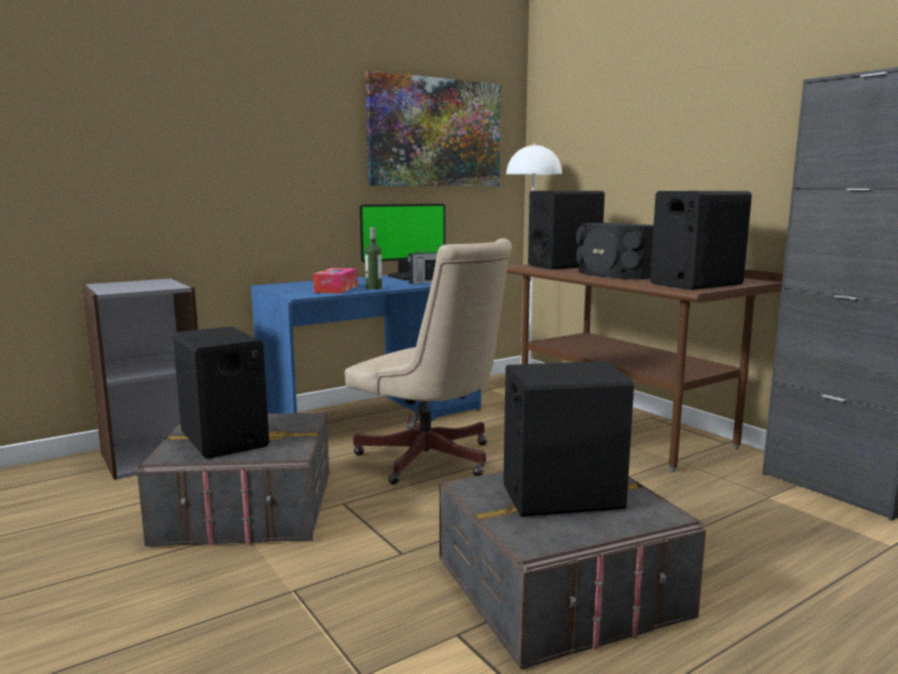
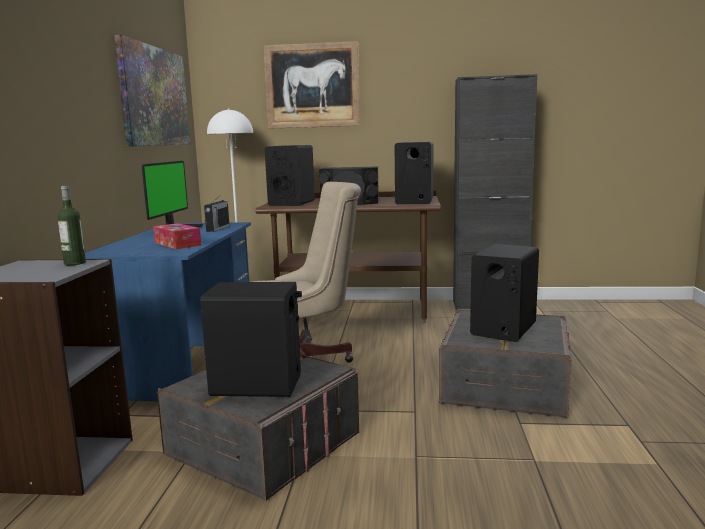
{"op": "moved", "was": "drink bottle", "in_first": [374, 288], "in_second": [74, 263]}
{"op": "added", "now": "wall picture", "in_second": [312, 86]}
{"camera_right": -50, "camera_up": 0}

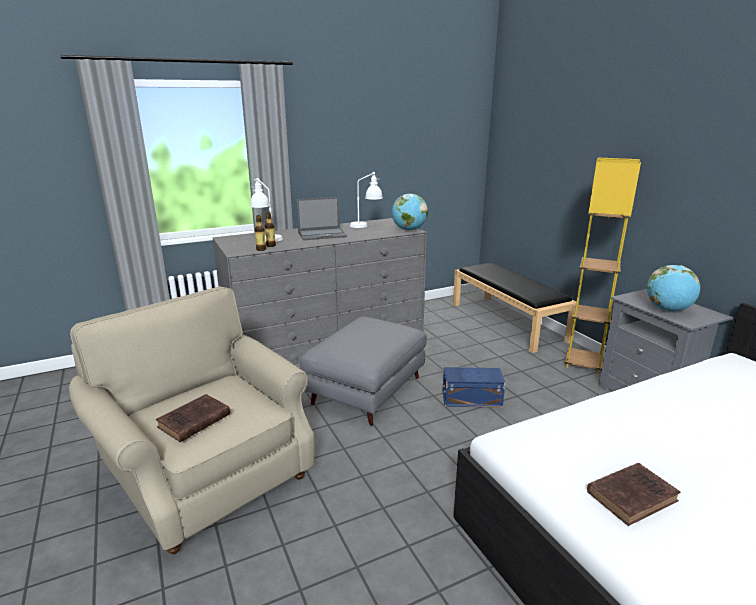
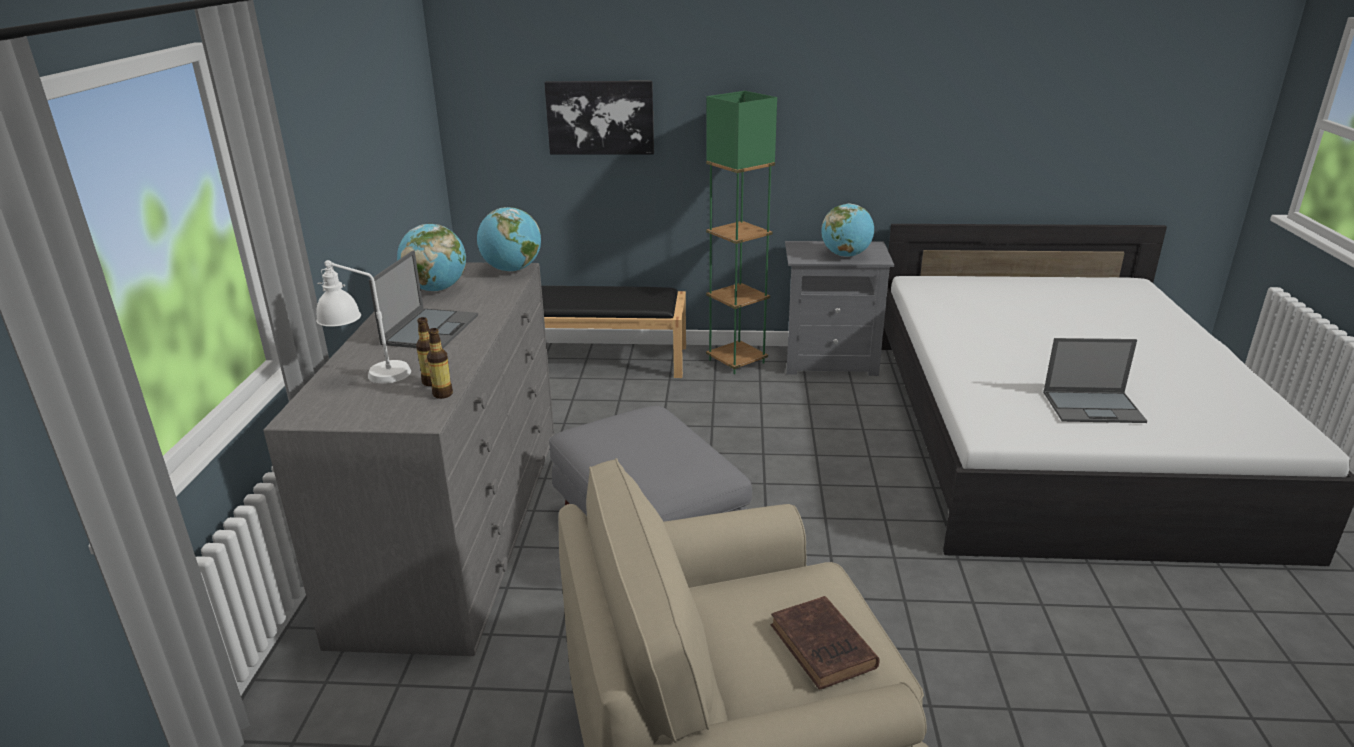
{"op": "recoloured", "was": "standing lamp in yellow-coloured", "now": "standing lamp in green", "in_first": [583, 364], "in_second": [736, 361]}
{"op": "replaced", "was": "table lamp in white-coloured", "now": "desk globe", "in_first": [366, 226], "in_second": [436, 289]}
{"op": "removed", "was": "storage container in bluish", "in_first": [470, 398]}
{"op": "replaced", "was": "bound book in brownish", "now": "notebook computer", "in_first": [633, 496], "in_second": [1094, 407]}
{"op": "added", "now": "wall picture", "in_second": [600, 117]}
{"camera_right": -60, "camera_up": 5}

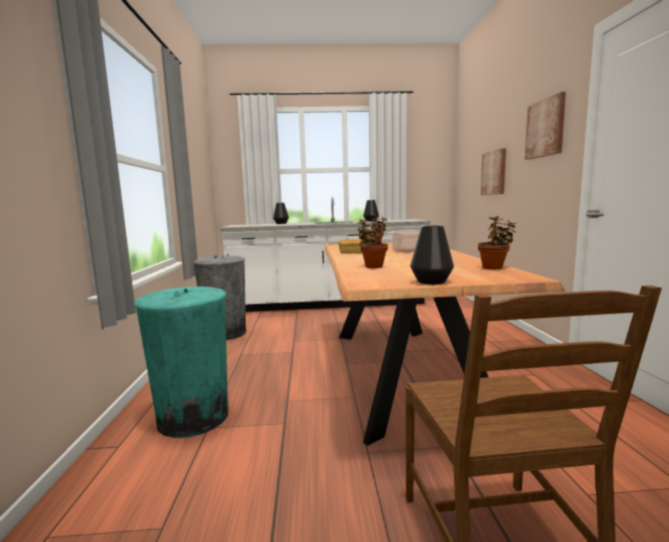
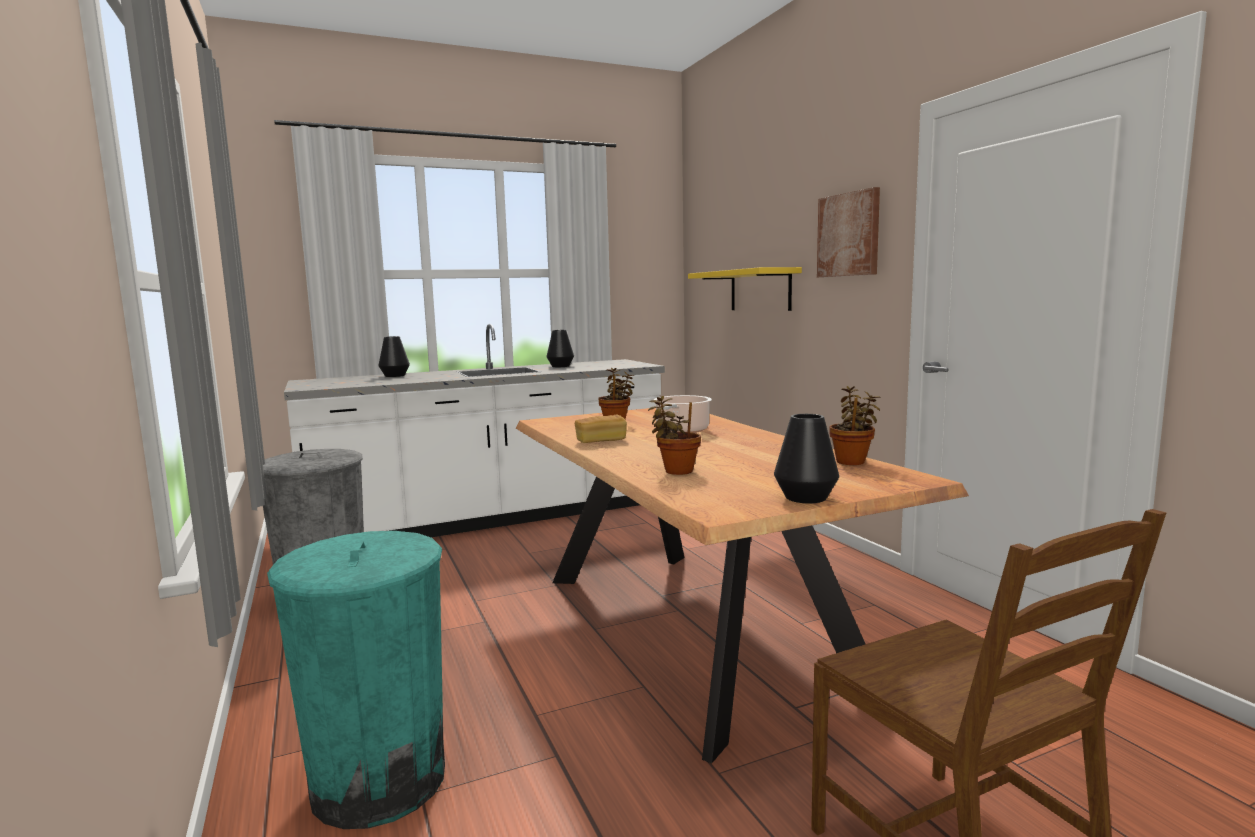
{"op": "replaced", "was": "wall picture", "now": "wall shelf in yellow-coloured", "in_first": [494, 173], "in_second": [760, 290]}
{"camera_right": -20, "camera_up": 0}

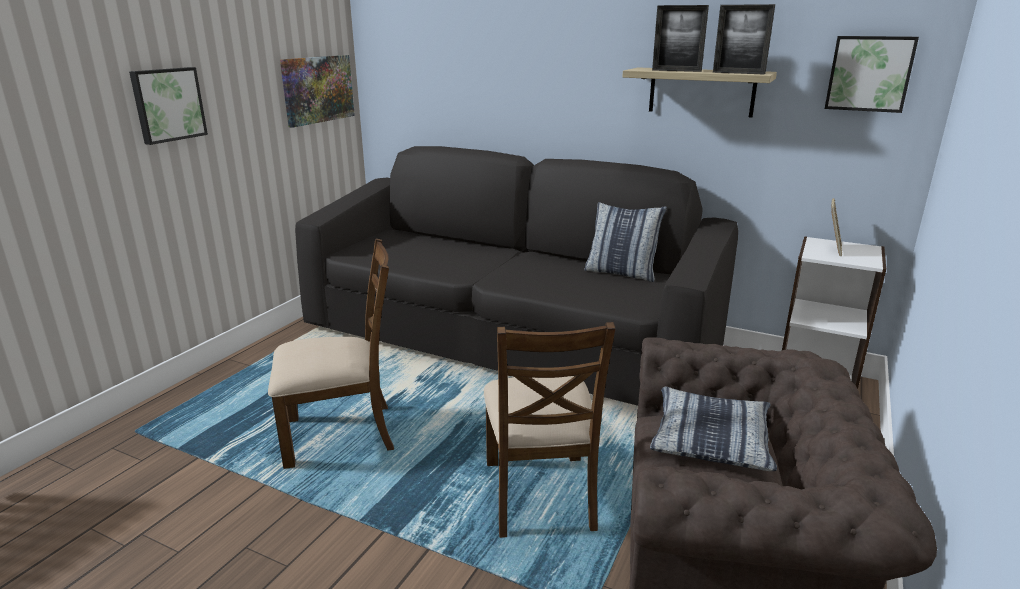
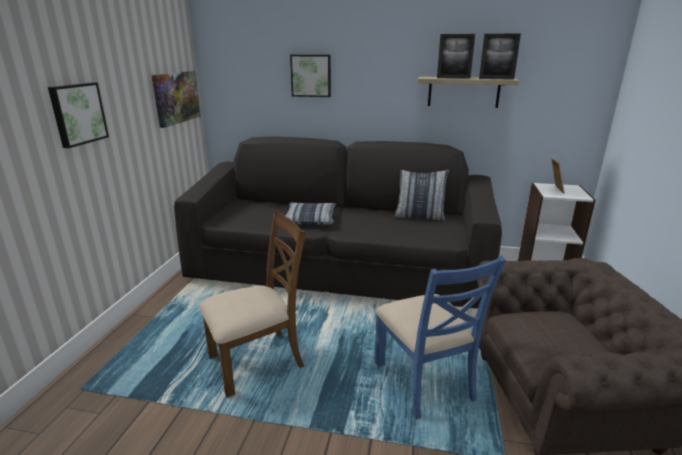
{"op": "moved", "was": "wall picture", "in_first": [869, 73], "in_second": [311, 75]}
{"op": "recoloured", "was": "upright chair in brownish", "now": "upright chair in bluish", "in_first": [540, 495], "in_second": [424, 381]}
{"op": "moved", "was": "pillow", "in_first": [711, 439], "in_second": [310, 219]}
{"camera_right": -15, "camera_up": 0}

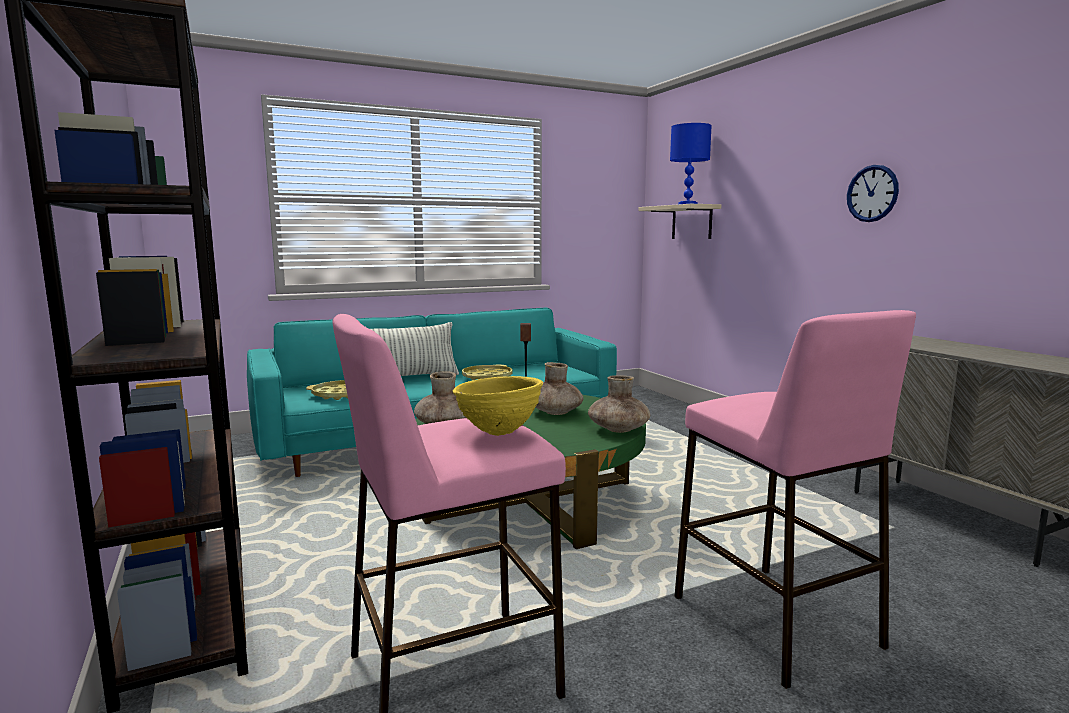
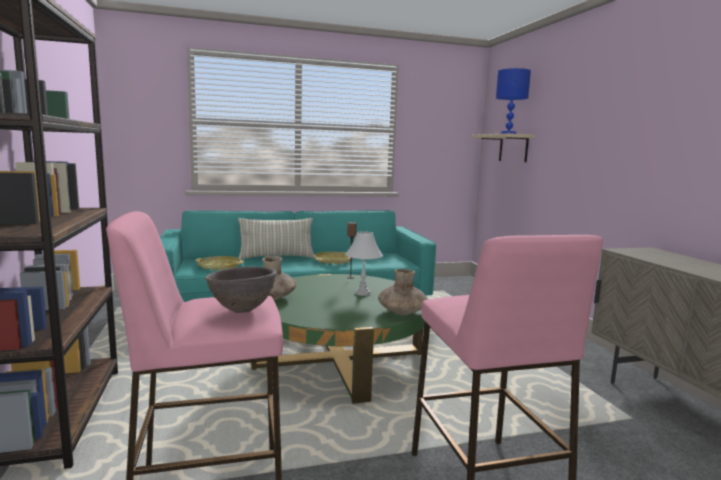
{"op": "removed", "was": "wall clock", "in_first": [872, 193]}
{"op": "replaced", "was": "decorative vase in brownish", "now": "table lamp in white-coloured", "in_first": [555, 412], "in_second": [363, 293]}
{"op": "recoloured", "was": "serving bowl in yellow-coloured", "now": "serving bowl in brownish", "in_first": [498, 433], "in_second": [242, 310]}
{"camera_right": 10, "camera_up": 0}

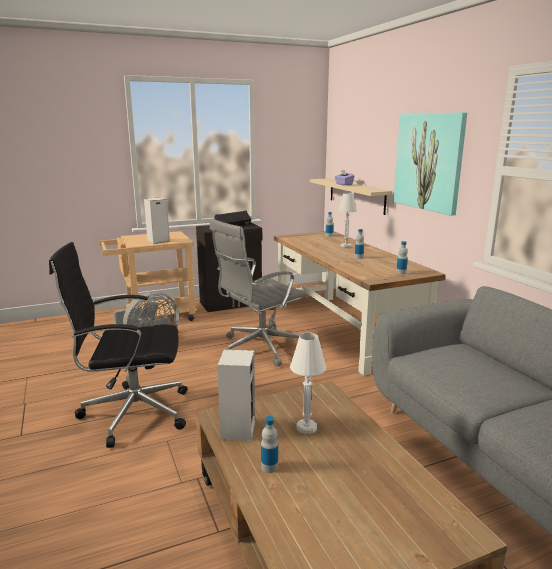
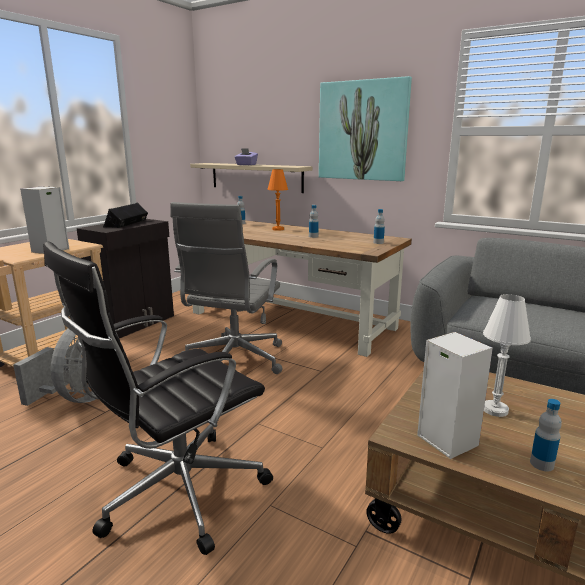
{"op": "recoloured", "was": "table lamp in white-coloured", "now": "table lamp in orange-coloured", "in_first": [345, 246], "in_second": [278, 229]}
{"camera_right": -35, "camera_up": 0}

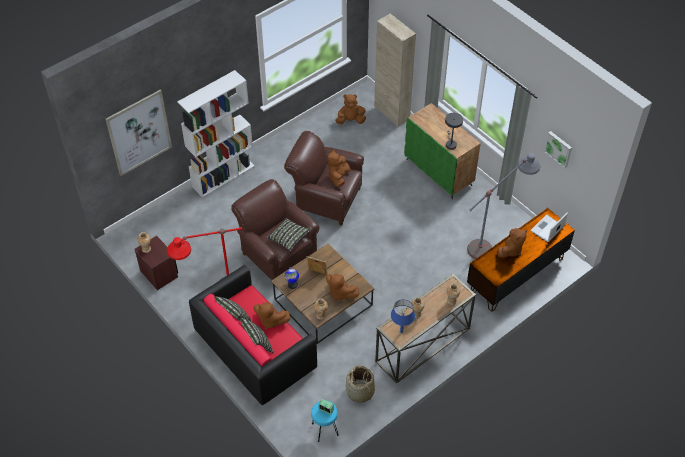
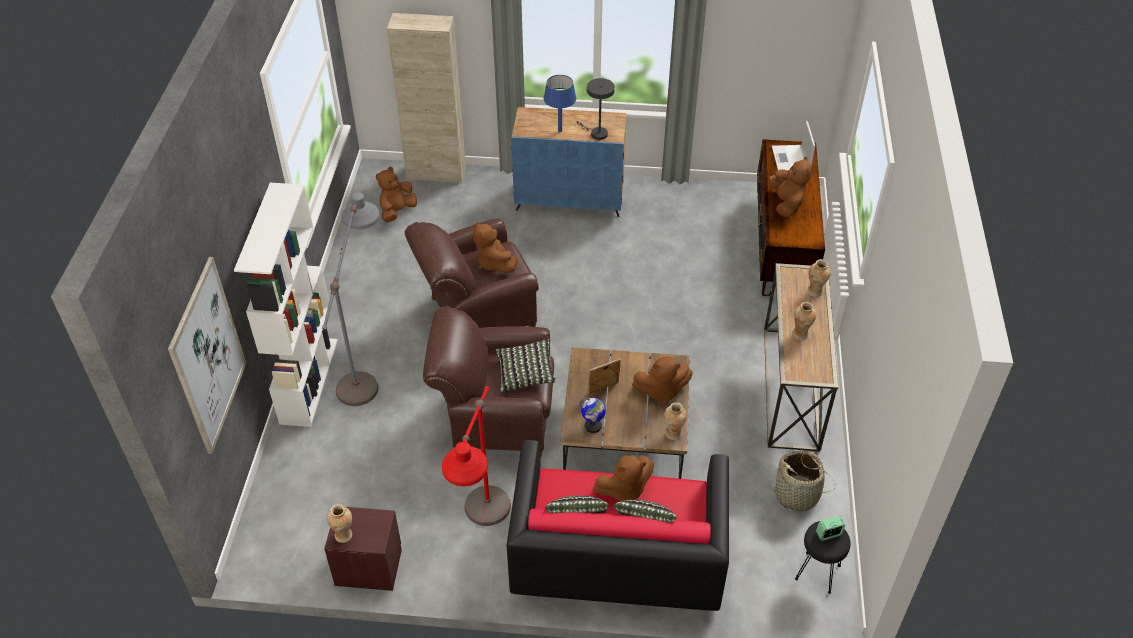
{"op": "recoloured", "was": "cupboard in green", "now": "cupboard in bluish", "in_first": [439, 172], "in_second": [570, 199]}
{"op": "removed", "was": "wall picture", "in_first": [559, 148]}
{"op": "moved", "was": "standing lamp in grey", "in_first": [494, 242], "in_second": [367, 367]}
{"op": "moved", "was": "table lamp in bluish", "in_first": [401, 331], "in_second": [560, 131]}
{"op": "recoloured", "was": "stool seat in blue-green", "now": "stool seat in black-coloured", "in_first": [324, 429], "in_second": [817, 573]}
{"camera_right": -45, "camera_up": -5}

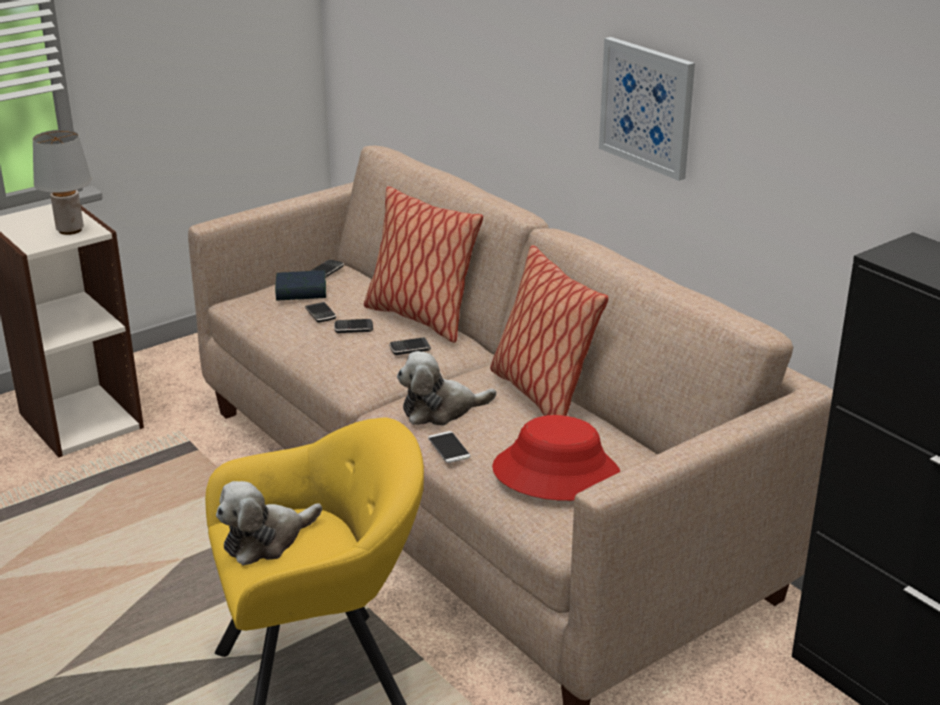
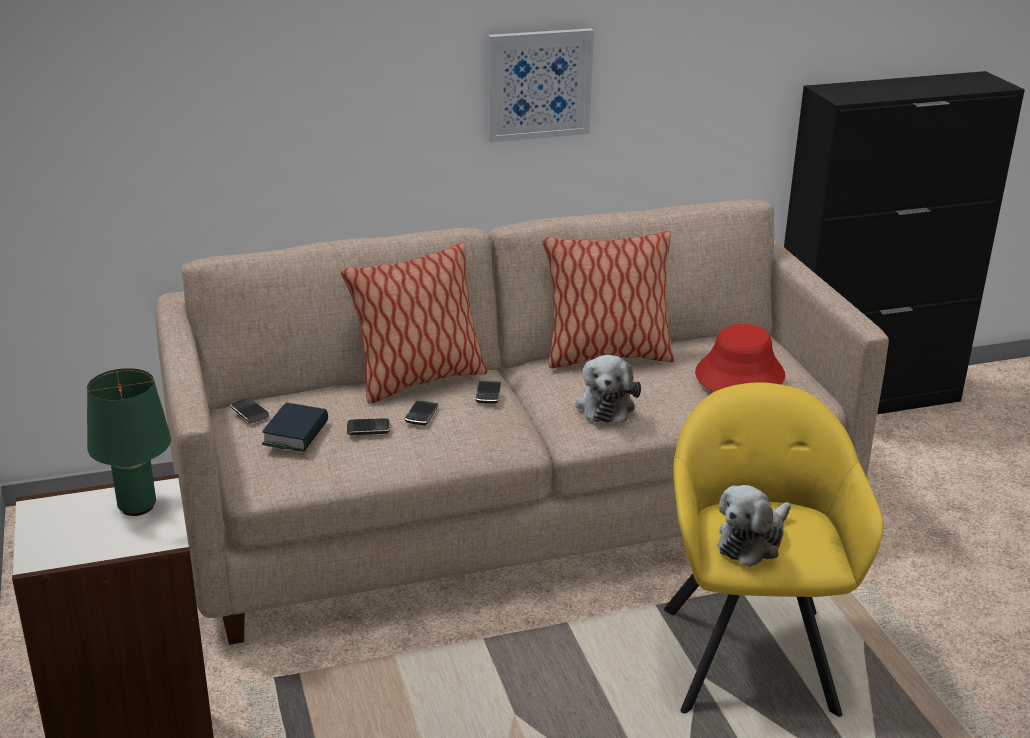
{"op": "recoloured", "was": "table lamp in grey", "now": "table lamp in green", "in_first": [71, 230], "in_second": [137, 506]}
{"op": "removed", "was": "phone", "in_first": [449, 447]}
{"op": "turned", "was": "soft toy", "in_first": [266, 540], "in_second": [752, 541], "clockwise": 60}
{"camera_right": -70, "camera_up": 0}

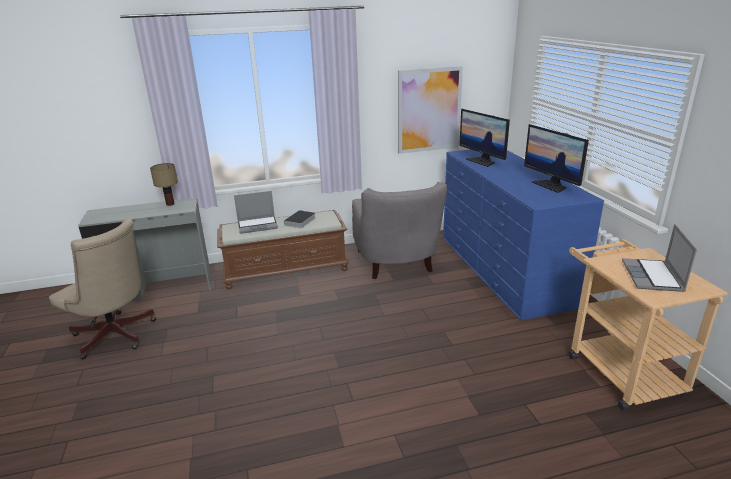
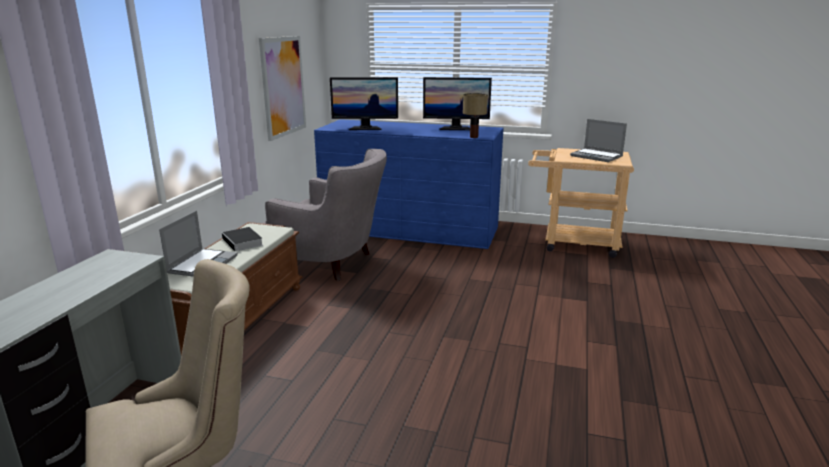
{"op": "moved", "was": "table lamp", "in_first": [170, 204], "in_second": [473, 137]}
{"camera_right": -60, "camera_up": -5}

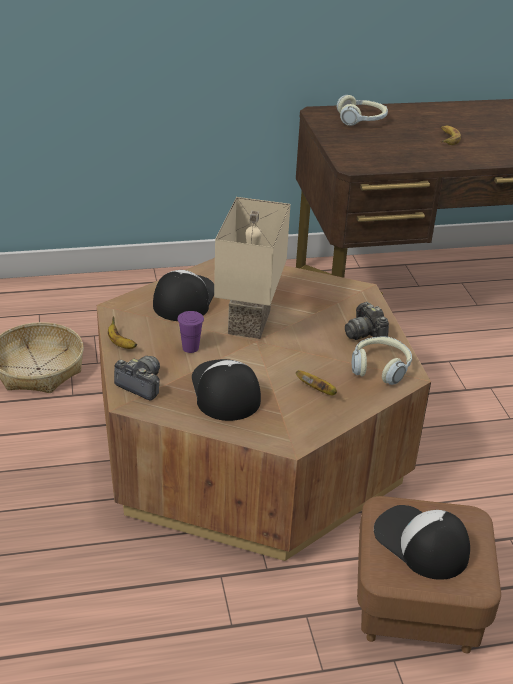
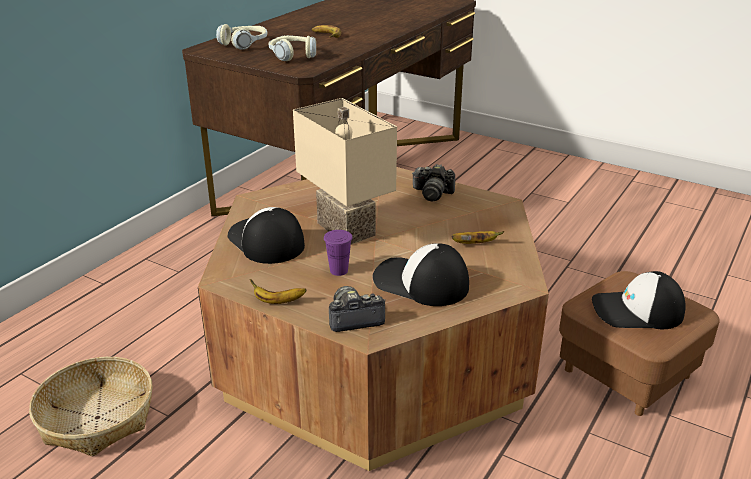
{"op": "moved", "was": "headset", "in_first": [380, 367], "in_second": [292, 55]}
{"camera_right": -45, "camera_up": -5}

